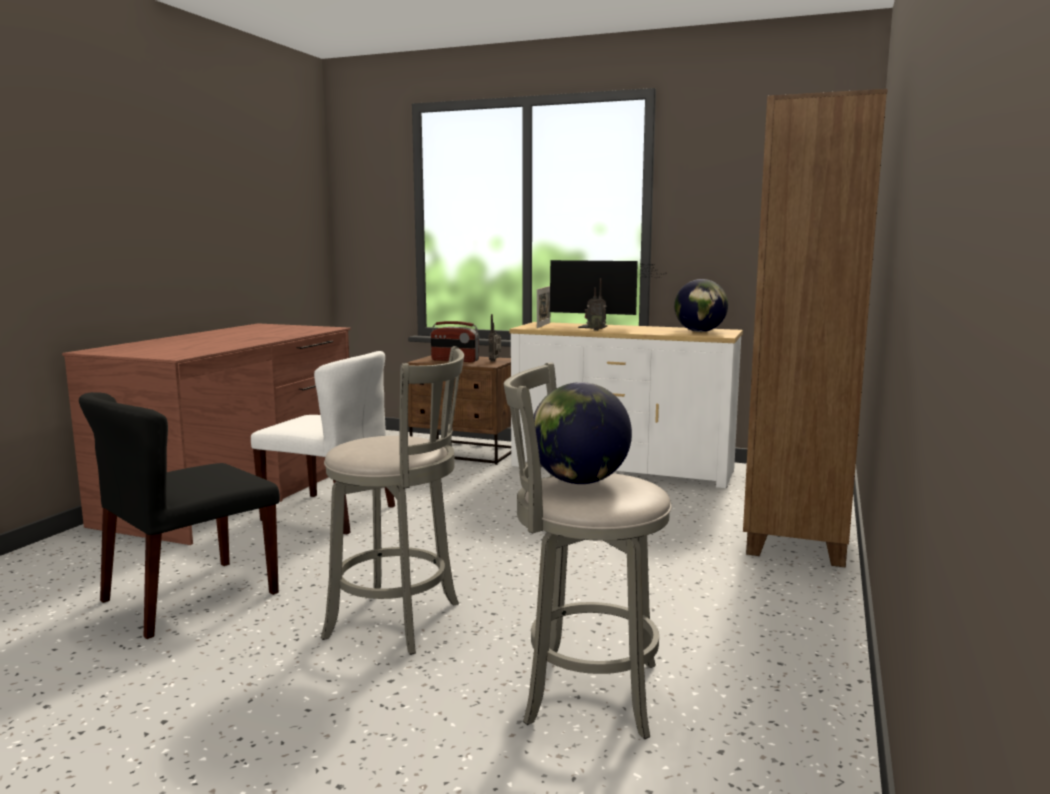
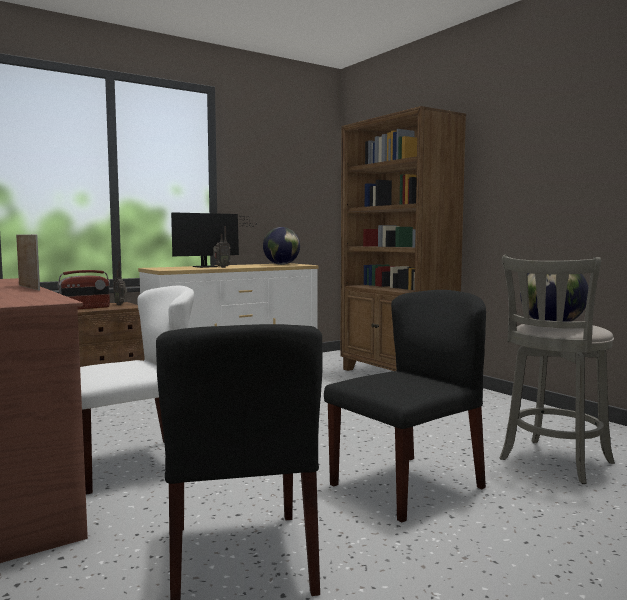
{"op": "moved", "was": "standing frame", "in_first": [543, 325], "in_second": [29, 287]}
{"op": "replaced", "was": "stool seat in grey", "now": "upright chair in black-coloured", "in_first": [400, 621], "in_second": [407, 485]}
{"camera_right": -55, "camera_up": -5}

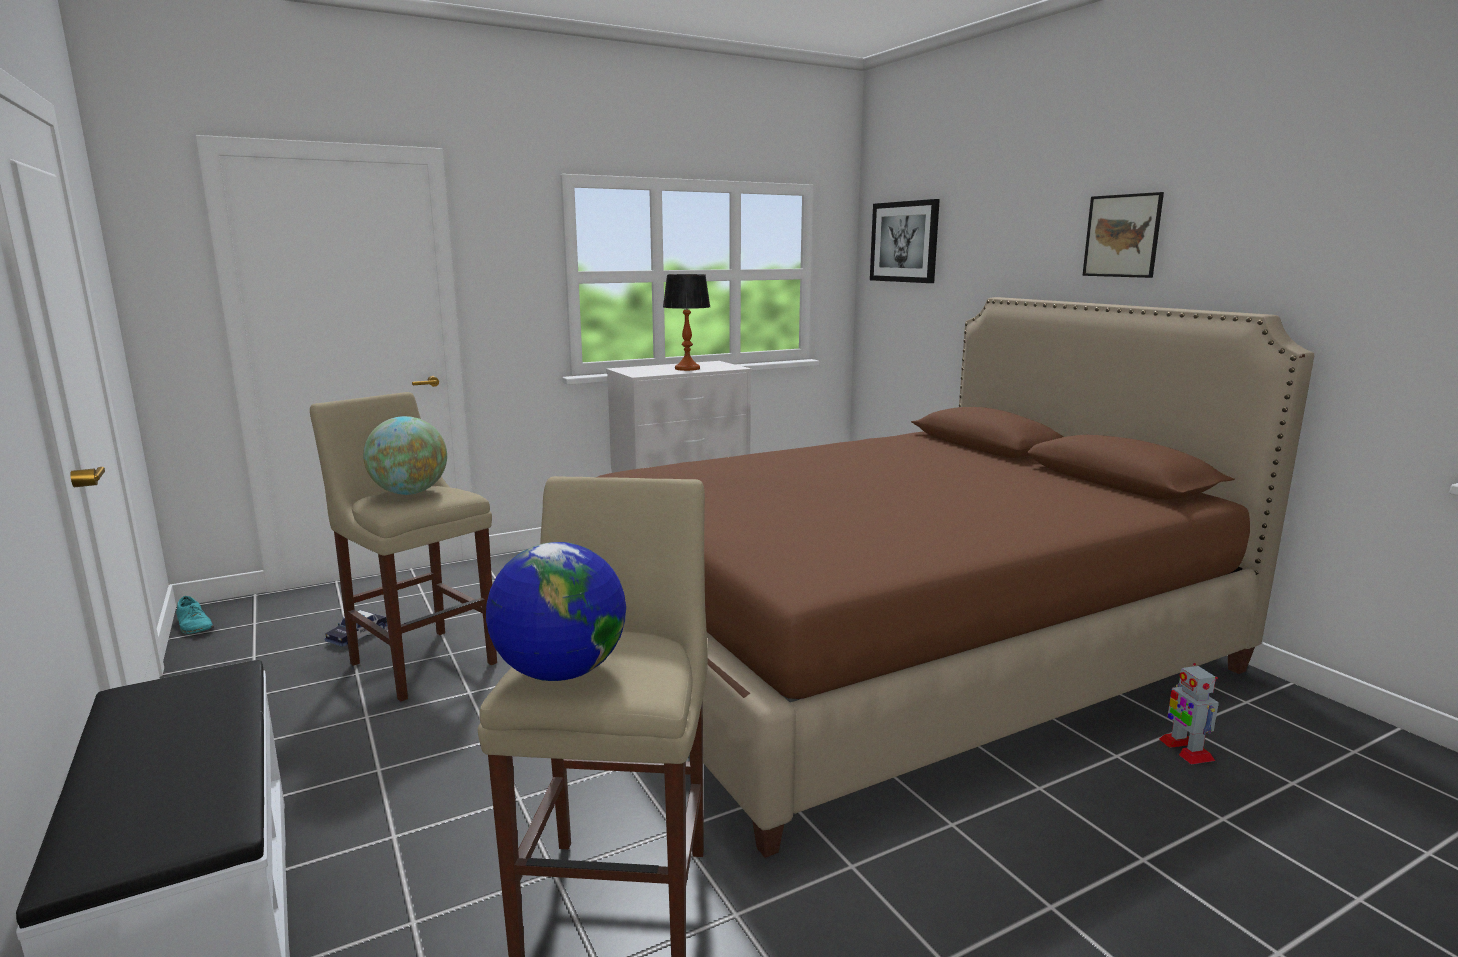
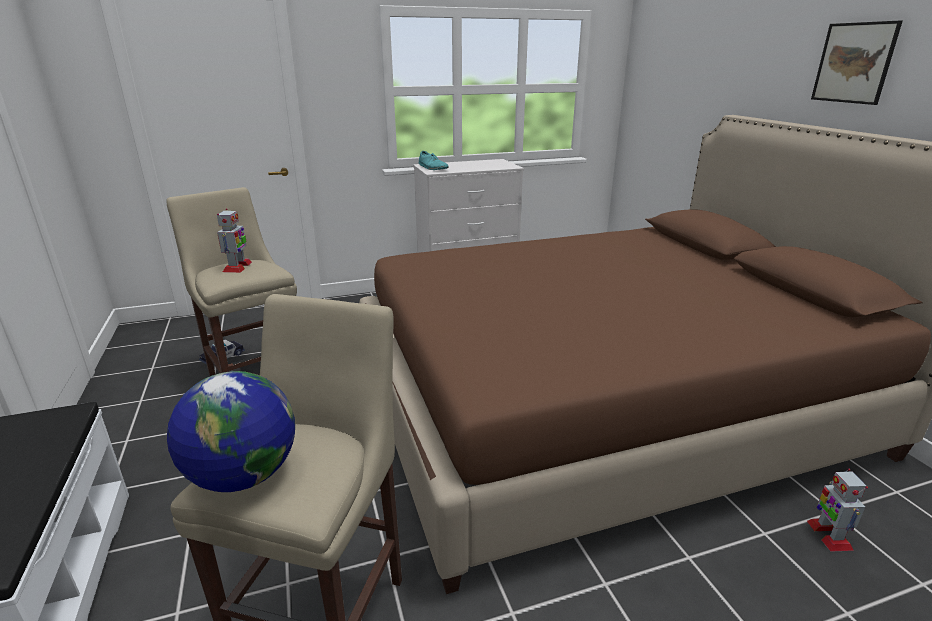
{"op": "removed", "was": "wall picture", "in_first": [904, 242]}
{"op": "removed", "was": "table lamp", "in_first": [687, 368]}
{"op": "replaced", "was": "desk globe", "now": "robot figure", "in_first": [409, 493], "in_second": [237, 267]}
{"op": "moved", "was": "item of footwear in blue-green", "in_first": [194, 625], "in_second": [432, 168]}
{"camera_right": 10, "camera_up": 10}

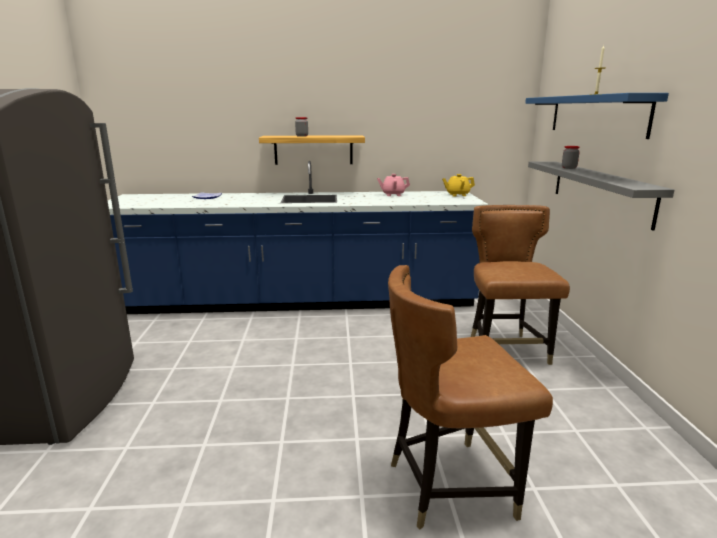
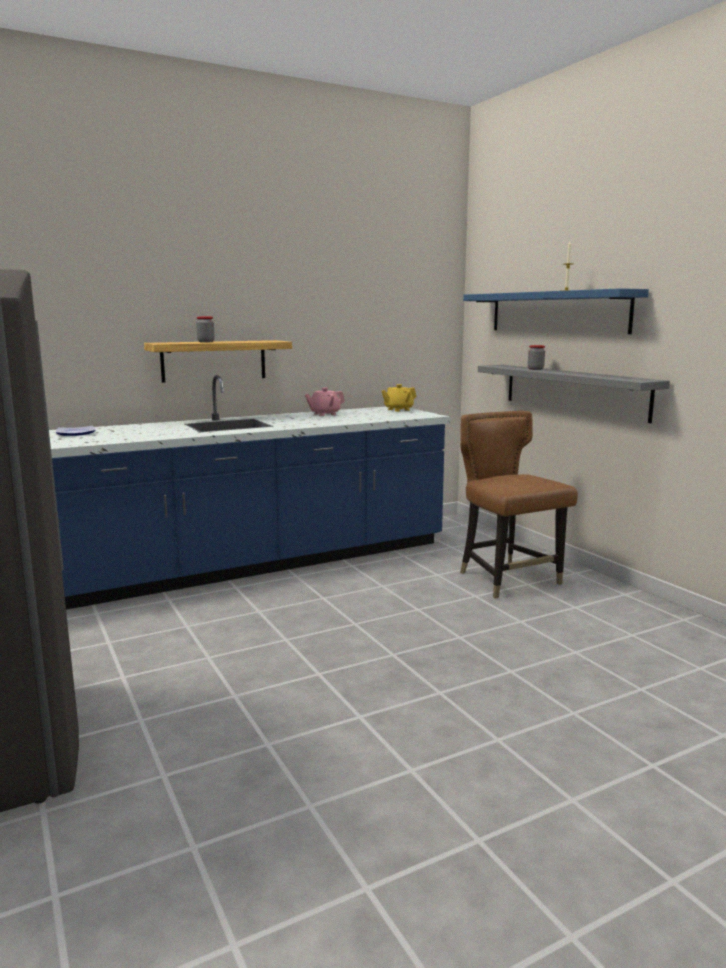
{"op": "removed", "was": "upright chair in brownish", "in_first": [450, 485]}
{"camera_right": -25, "camera_up": -5}

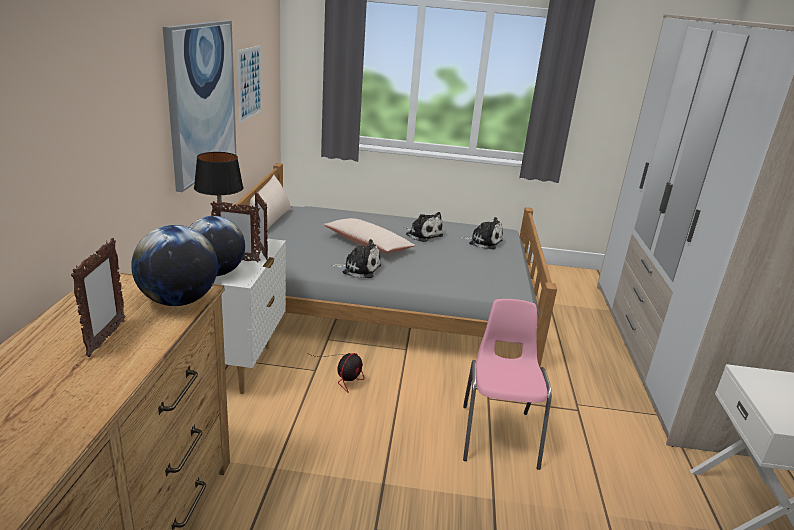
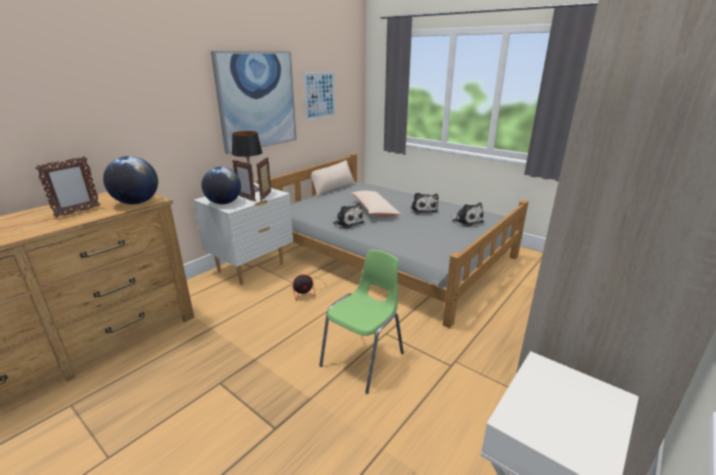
{"op": "recoloured", "was": "upright chair in pink-coloured", "now": "upright chair in green", "in_first": [498, 435], "in_second": [364, 359]}
{"camera_right": 35, "camera_up": 0}

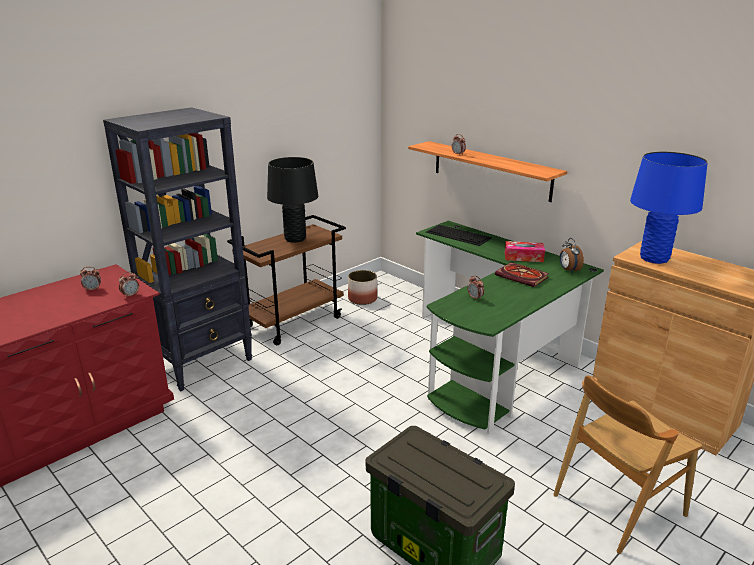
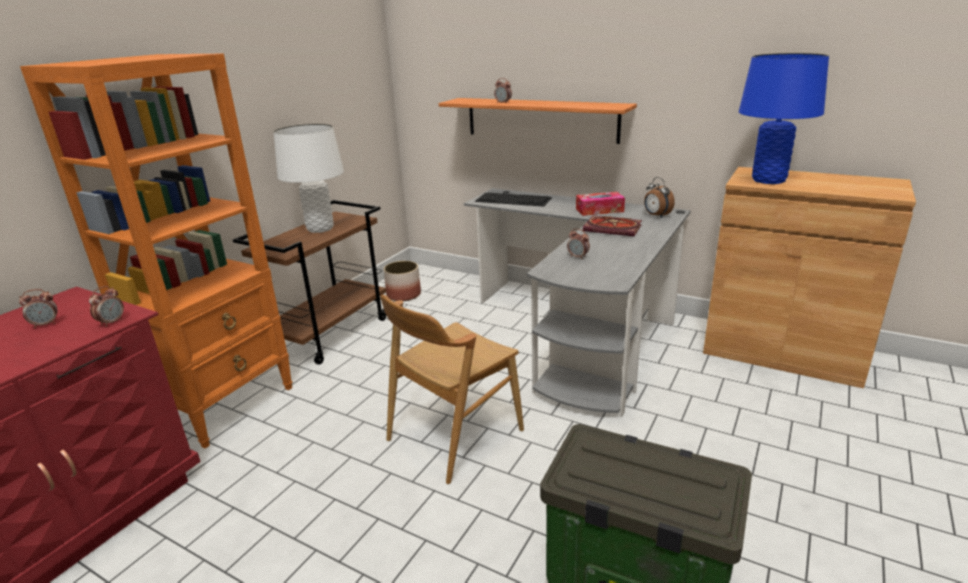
{"op": "recoloured", "was": "shelving unit in black-coloured", "now": "shelving unit in orange-coloured", "in_first": [202, 362], "in_second": [225, 404]}
{"op": "recoloured", "was": "table lamp in black-coloured", "now": "table lamp in white-coloured", "in_first": [295, 239], "in_second": [320, 229]}
{"op": "recoloured", "was": "desk unit in green", "now": "desk unit in grey", "in_first": [494, 359], "in_second": [582, 332]}
{"op": "moved", "was": "upright chair in brownish", "in_first": [617, 505], "in_second": [454, 435]}
{"camera_right": -15, "camera_up": 0}

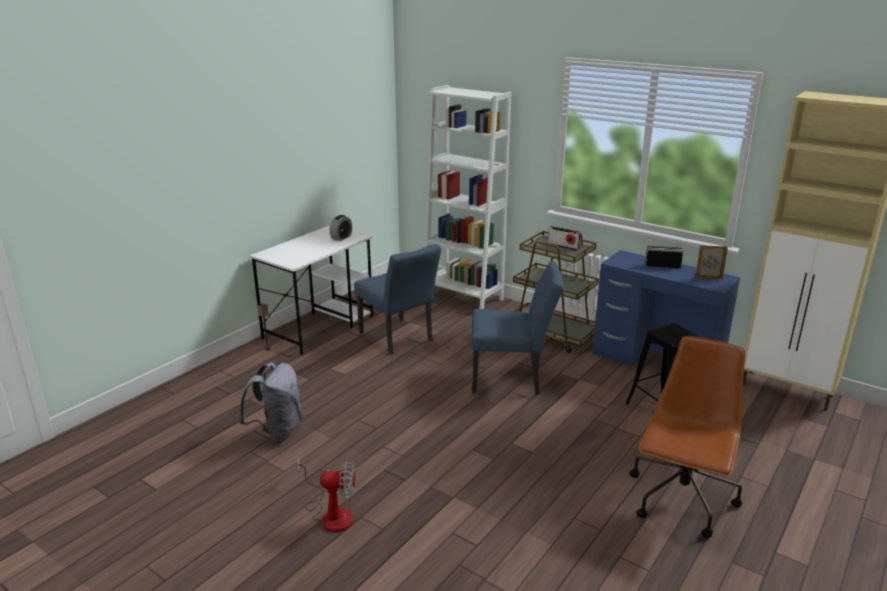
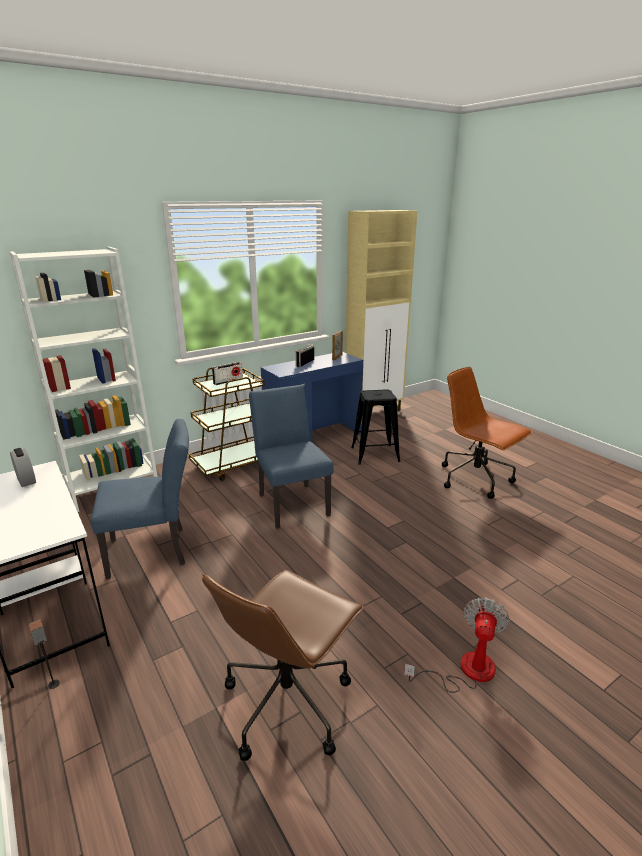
{"op": "turned", "was": "upright chair in bluish", "in_first": [512, 379], "in_second": [291, 502], "clockwise": -45}
{"op": "replaced", "was": "backpack in grey", "now": "desk chair in brownish", "in_first": [277, 432], "in_second": [288, 700]}
{"camera_right": -70, "camera_up": 0}

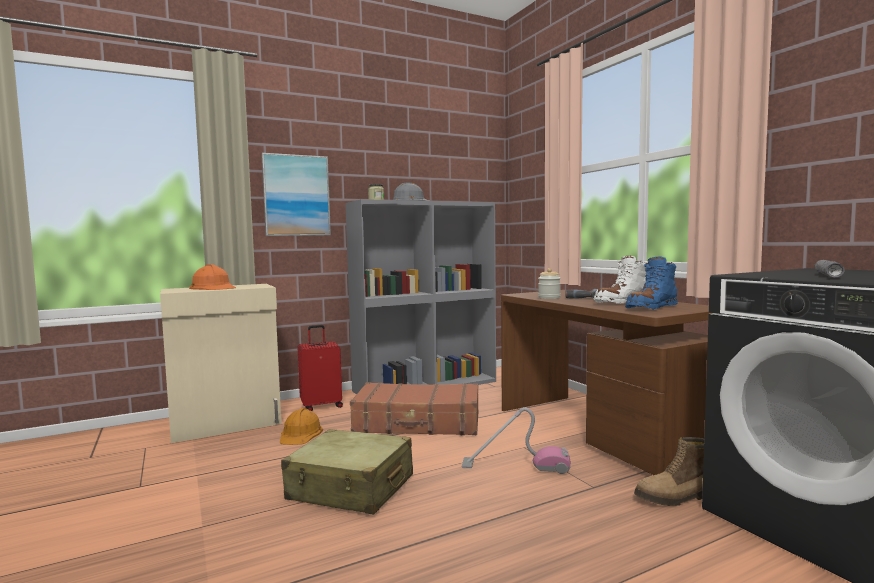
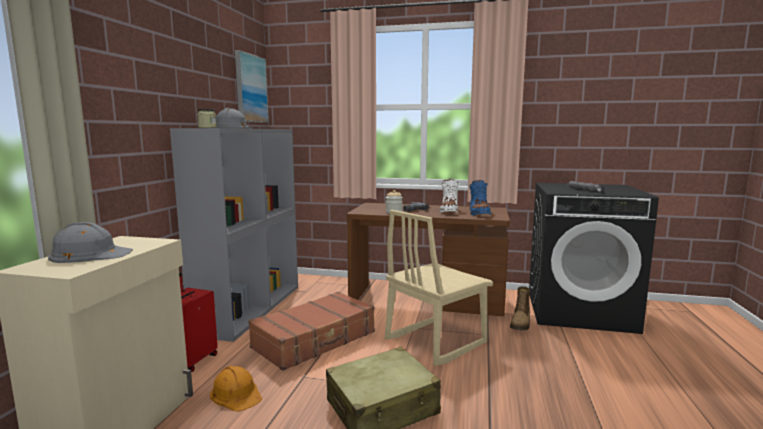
{"op": "moved", "was": "wall picture", "in_first": [296, 195], "in_second": [250, 88]}
{"op": "recoloured", "was": "hard hat in orange-coloured", "now": "hard hat in grey", "in_first": [213, 287], "in_second": [90, 254]}
{"op": "replaced", "was": "vacuum", "now": "upright chair in beige-coloured", "in_first": [515, 466], "in_second": [434, 341]}
{"camera_right": -50, "camera_up": 5}

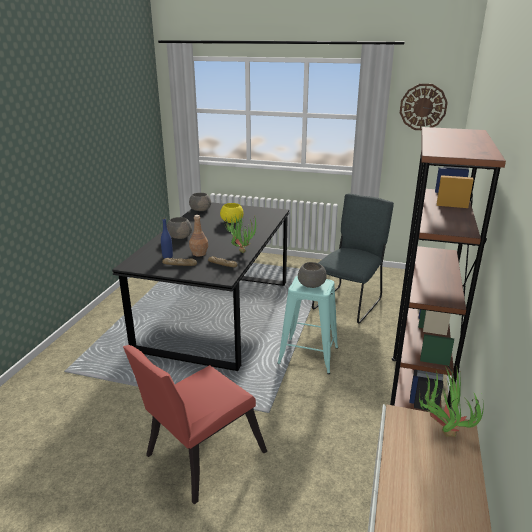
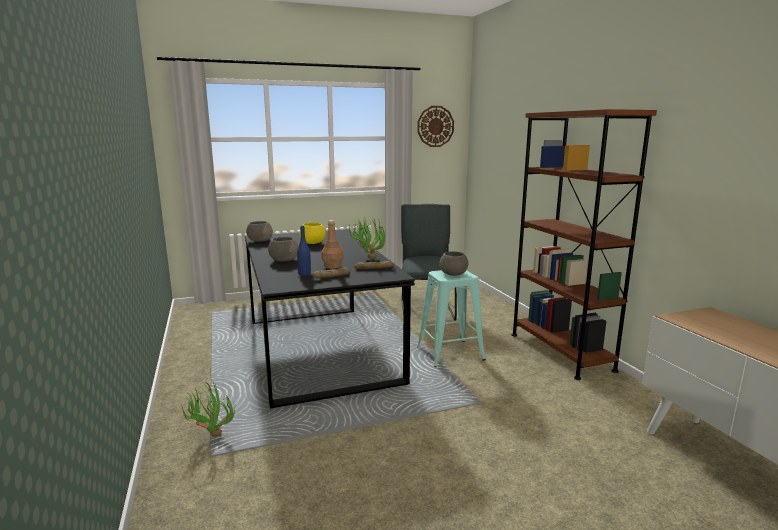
{"op": "removed", "was": "upright chair in reddish", "in_first": [199, 456]}
{"op": "moved", "was": "houseplant", "in_first": [441, 431], "in_second": [210, 435]}
{"camera_right": -35, "camera_up": -10}

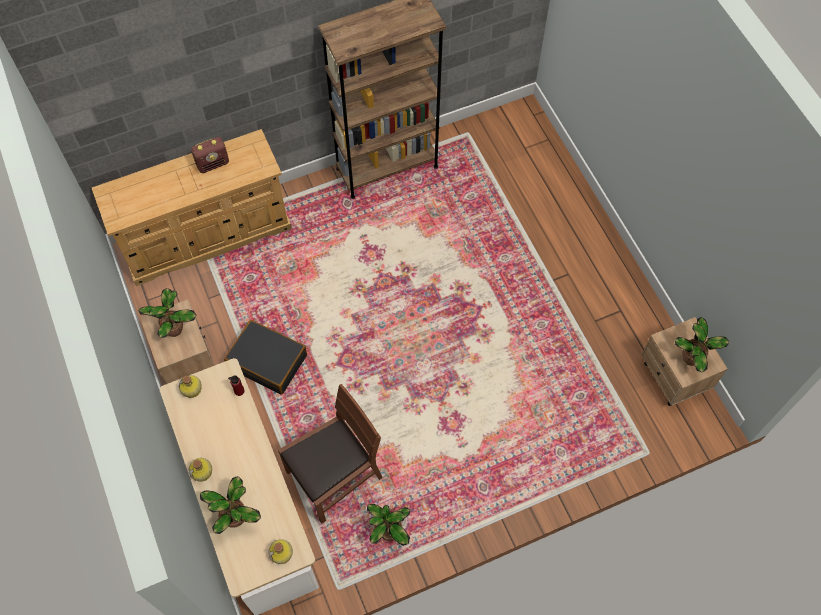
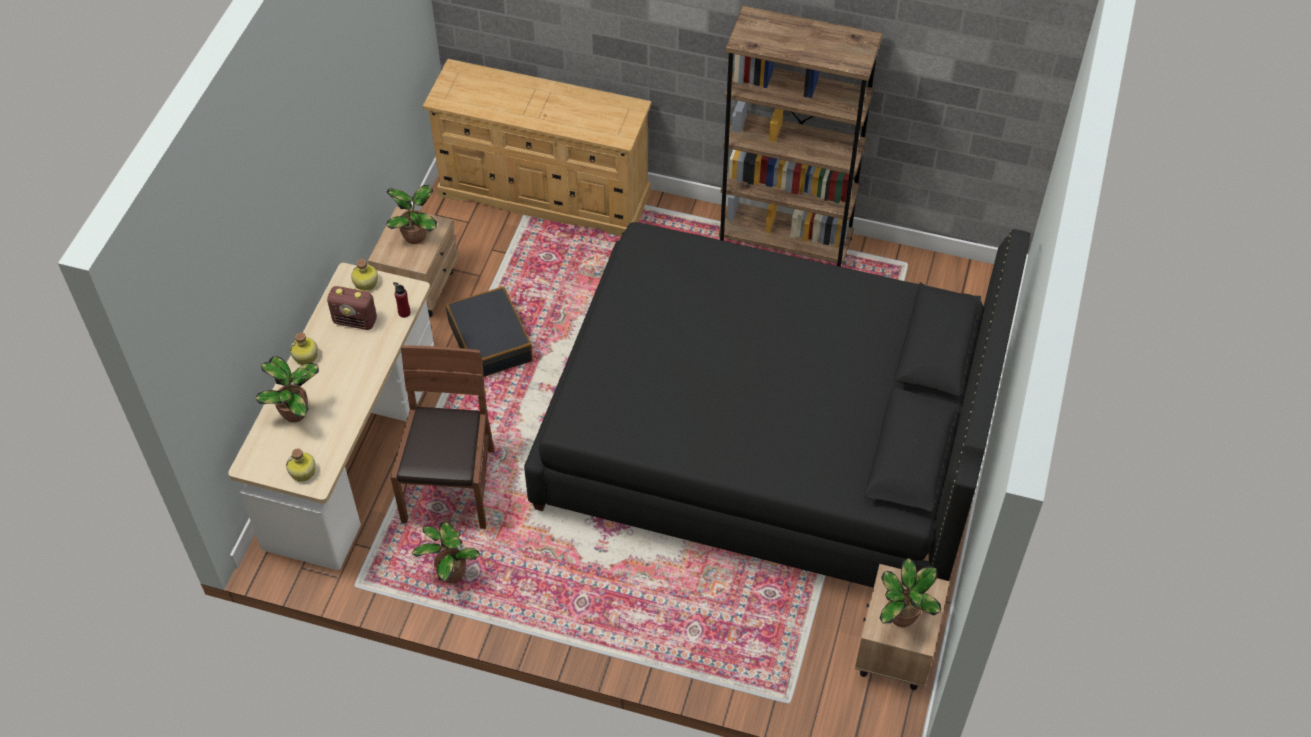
{"op": "moved", "was": "radio", "in_first": [213, 164], "in_second": [355, 321]}
{"op": "turned", "was": "upright chair in brownish", "in_first": [334, 476], "in_second": [450, 486], "clockwise": -90}
{"op": "added", "now": "bedroom bed in black-coloured", "in_second": [767, 441]}
{"camera_right": 40, "camera_up": -10}

